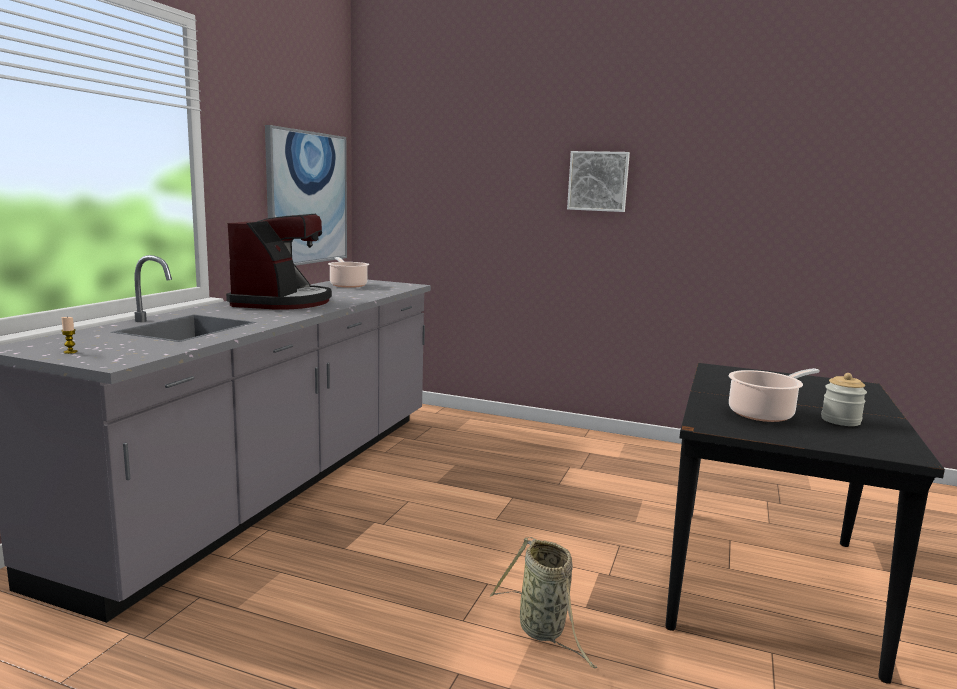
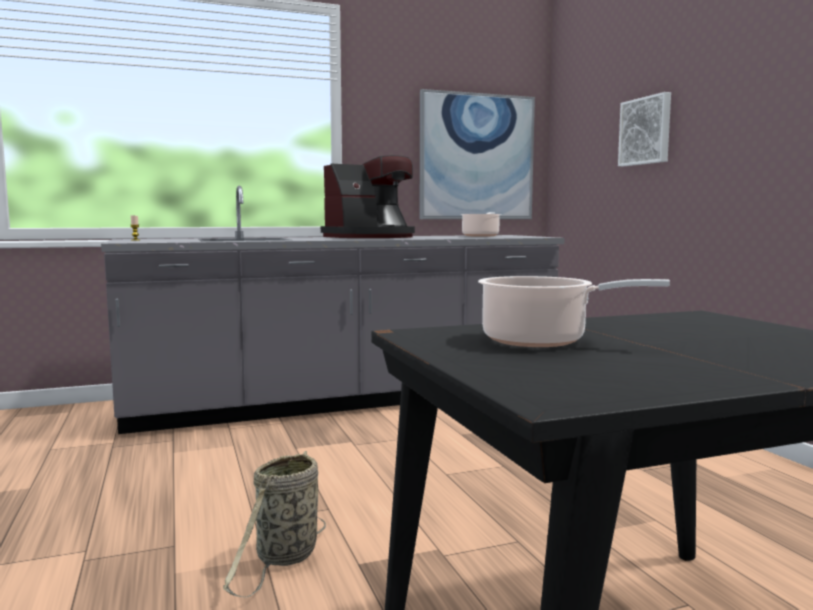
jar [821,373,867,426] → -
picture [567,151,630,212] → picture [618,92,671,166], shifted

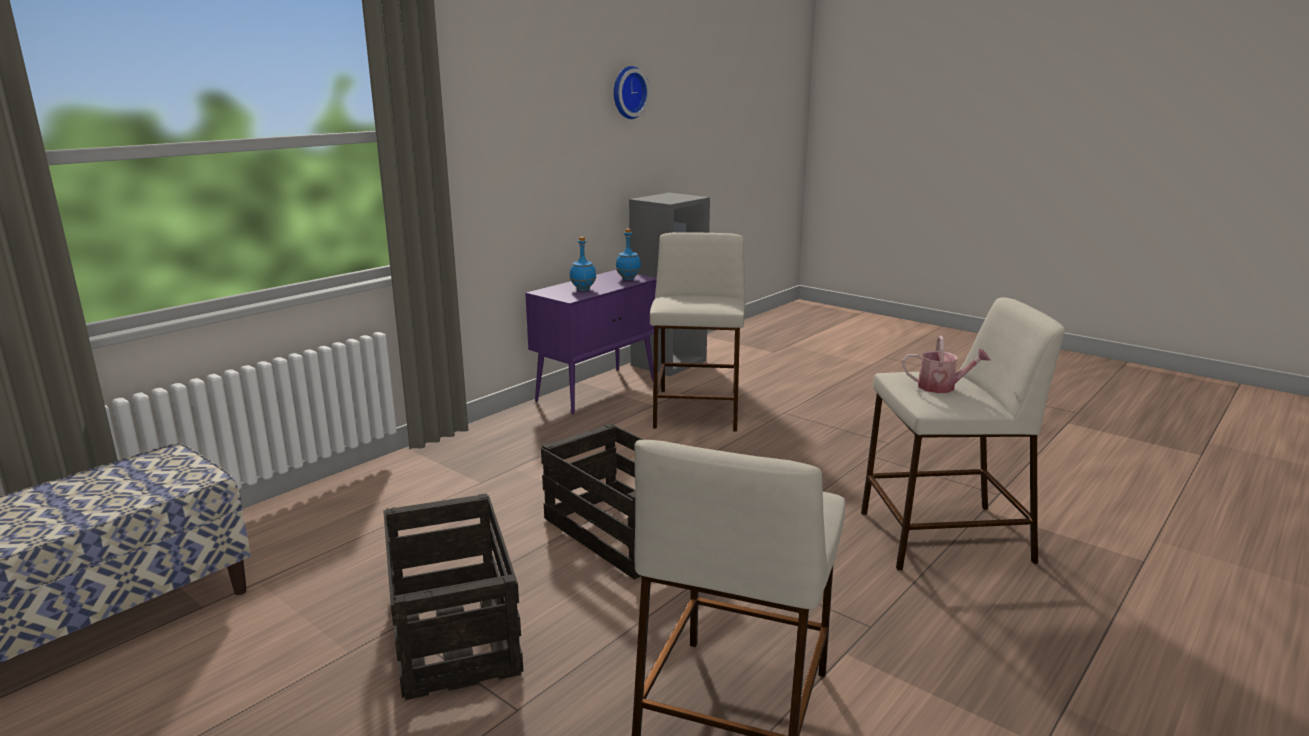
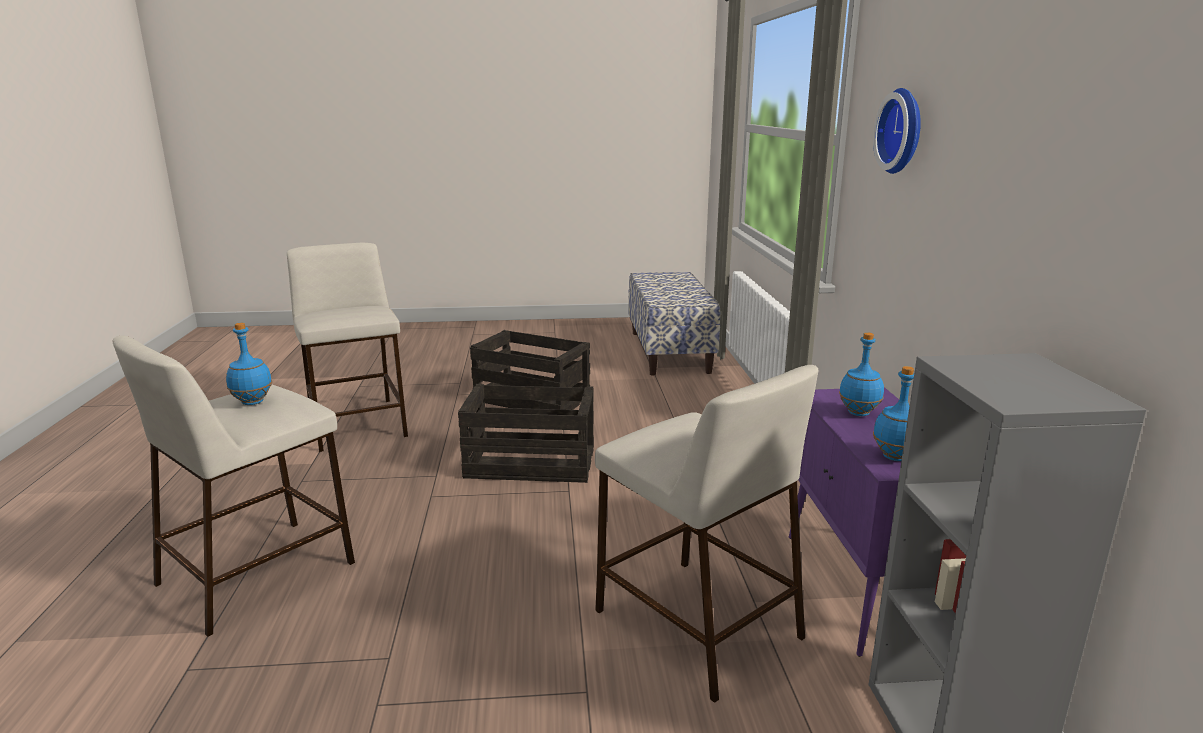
wall clock [614,66,650,119] → wall clock [873,88,921,174], shifted
watering can [902,336,991,393] → blue bottle [226,323,272,405]

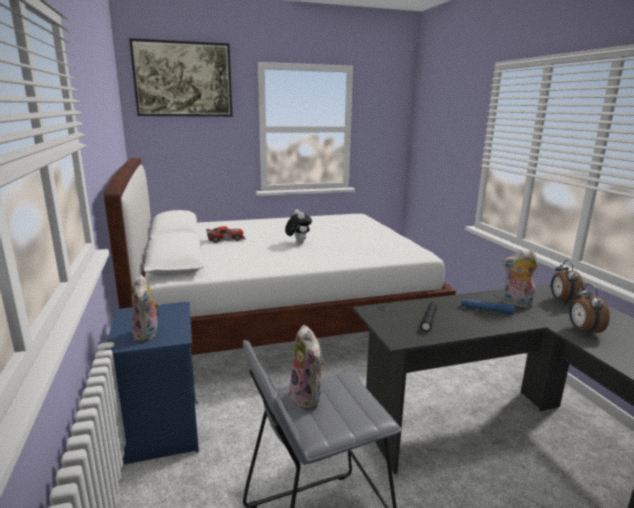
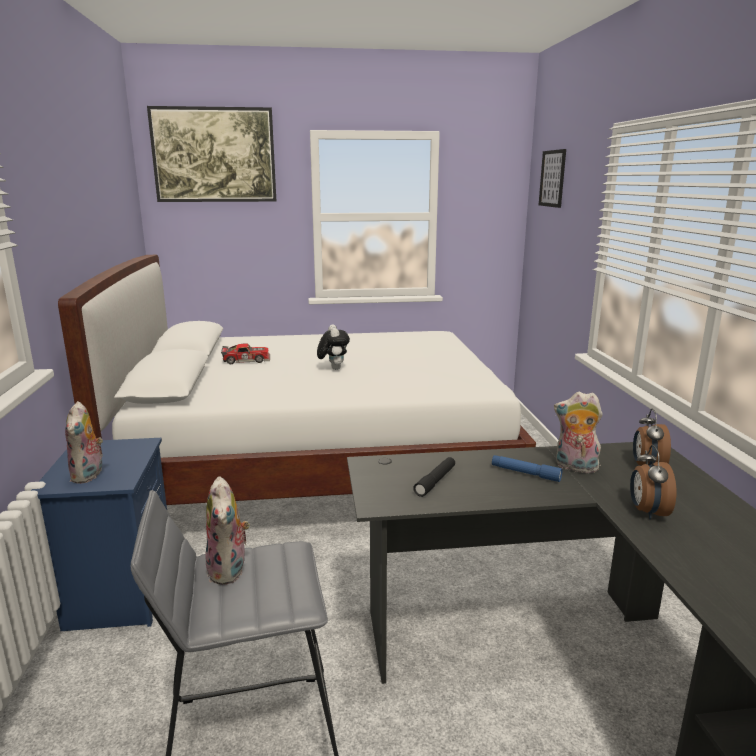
- → picture [539,149,566,208]

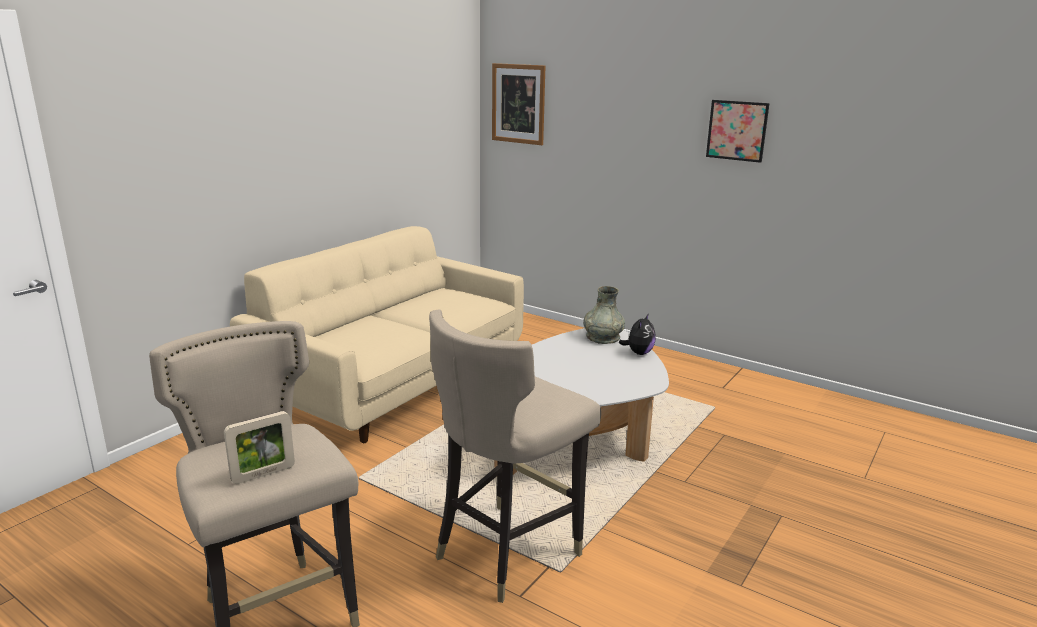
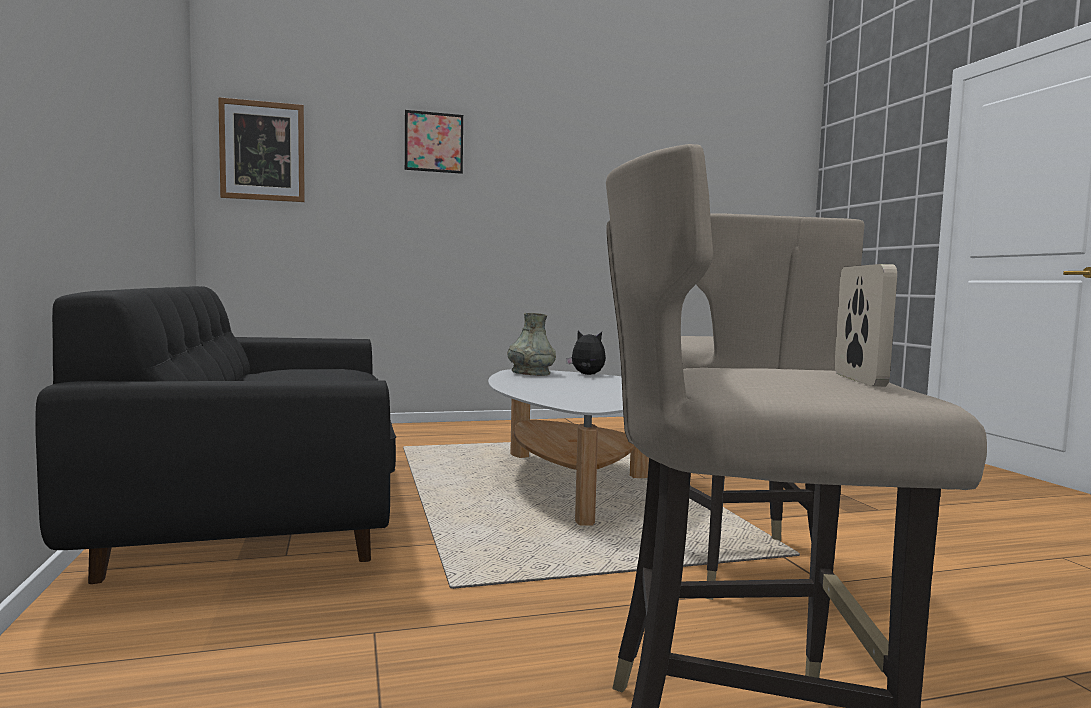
picture [706,100,770,163] → picture [405,110,463,174], shifted
beige sofa [230,226,524,443] → black sofa [35,286,396,584]
plush toy [619,313,656,355] → plush toy [566,331,606,375], 45 degrees counterclockwise

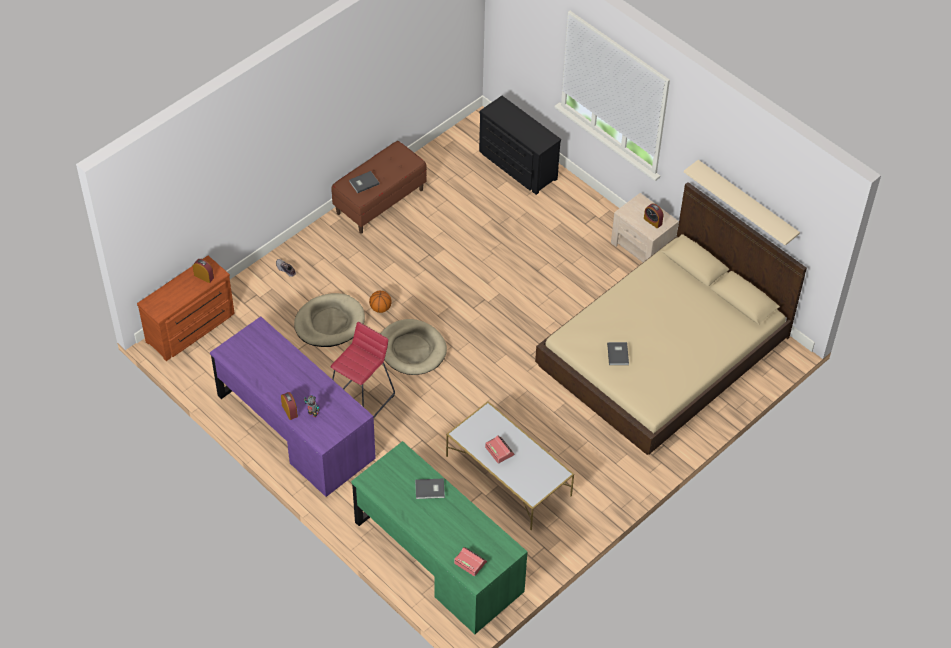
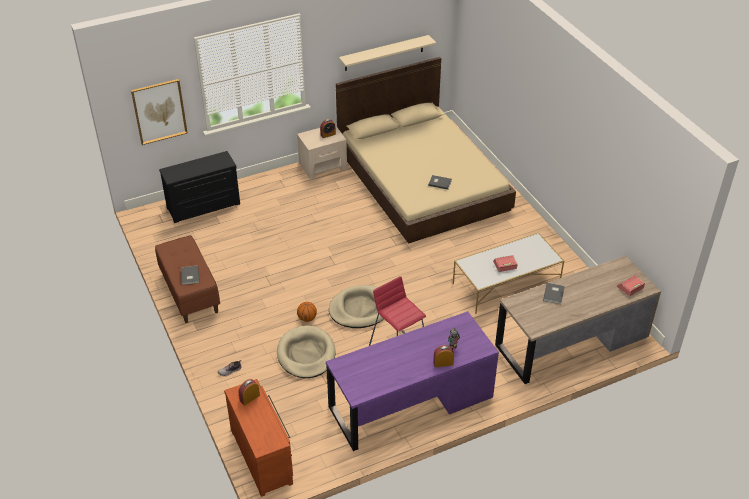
- → picture [131,79,188,145]
green desk [351,441,527,634] → brown desk [495,255,661,384]

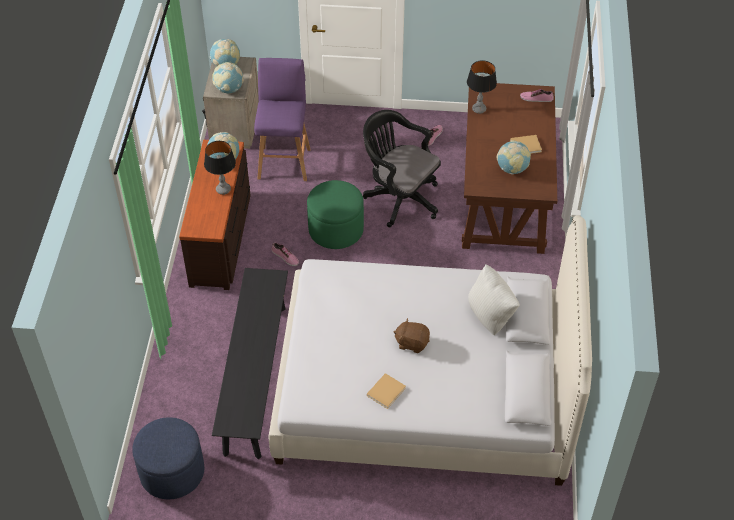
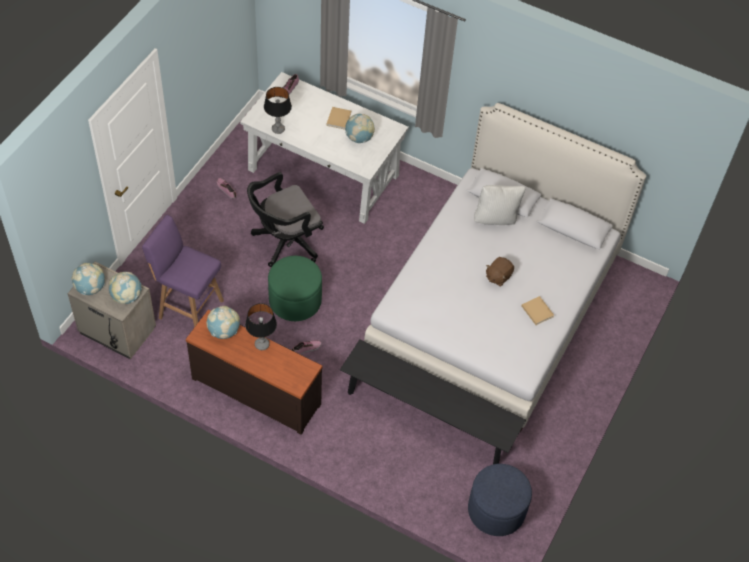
brown desk [462,83,557,254] → white desk [240,72,409,224]

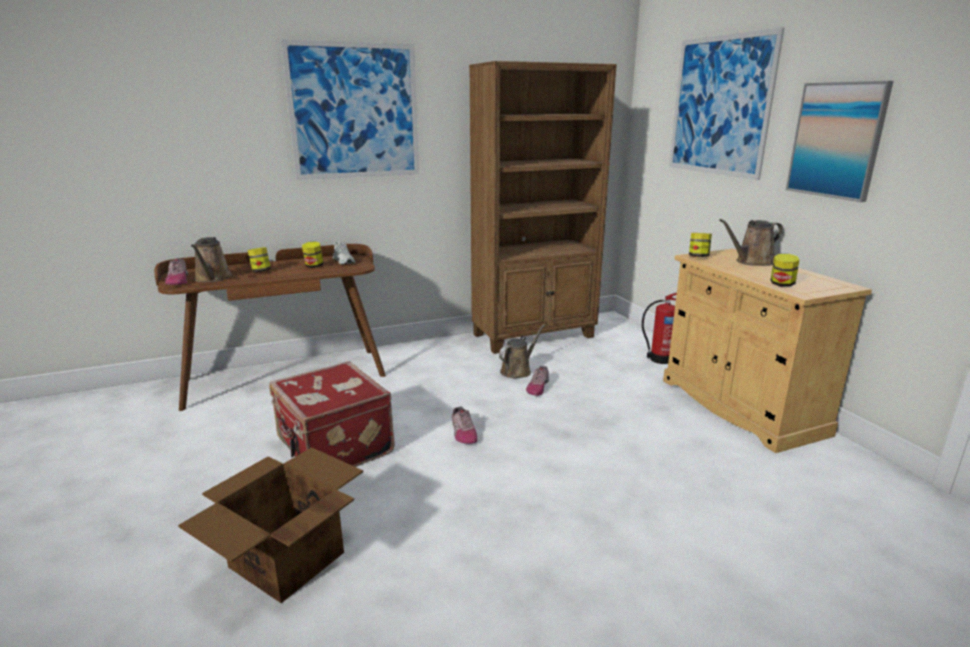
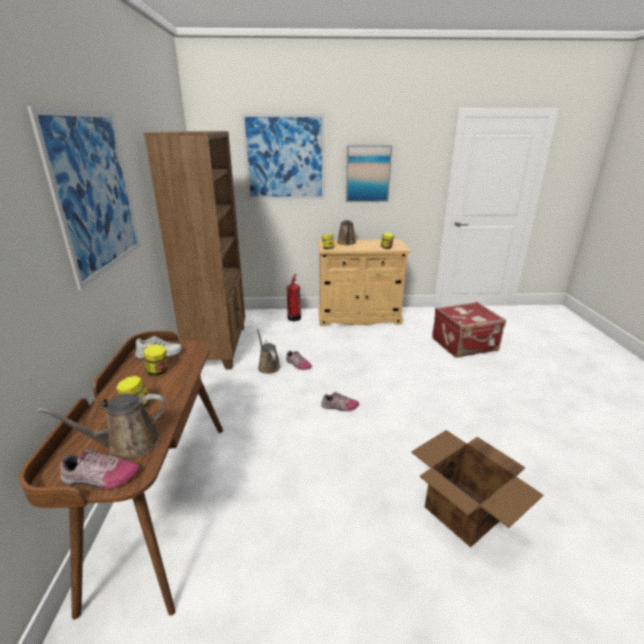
red suitcase [269,361,395,467] → red suitcase [432,302,506,358], shifted
brown watering can [191,237,232,283] → brown watering can [37,394,165,459], 150 degrees clockwise

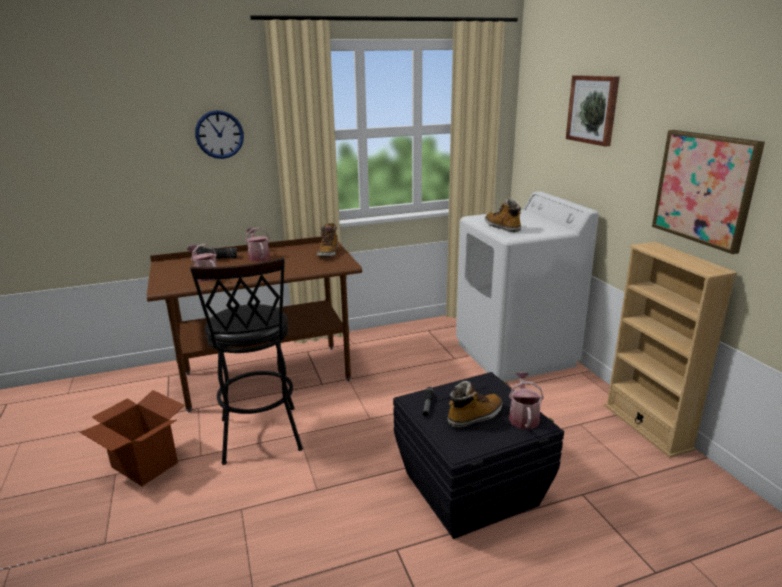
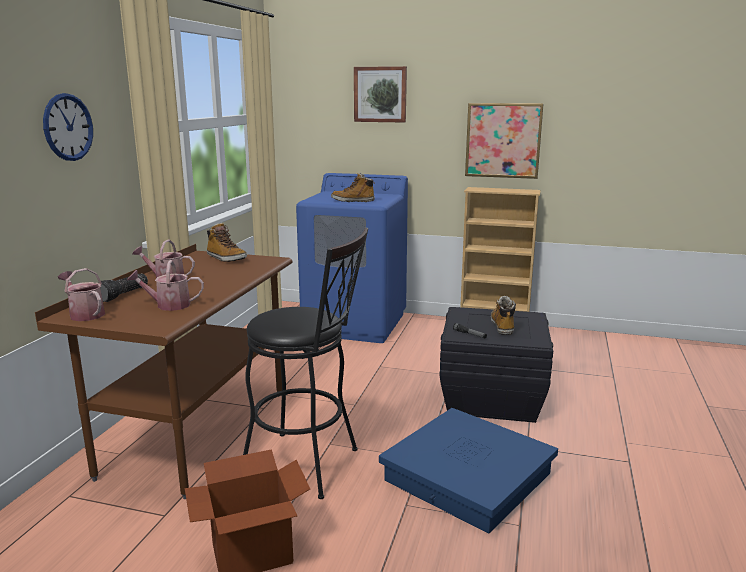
- → blue storage box [379,408,558,534]
watering can [509,372,544,429] → watering can [58,268,105,321], shifted
white washing machine [456,191,599,382] → blue washing machine [296,173,408,343]

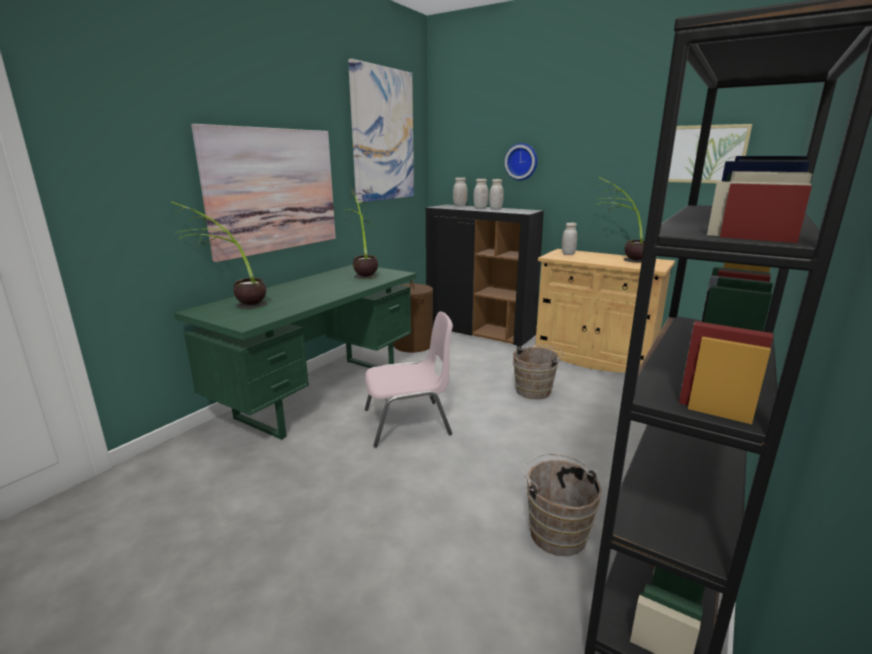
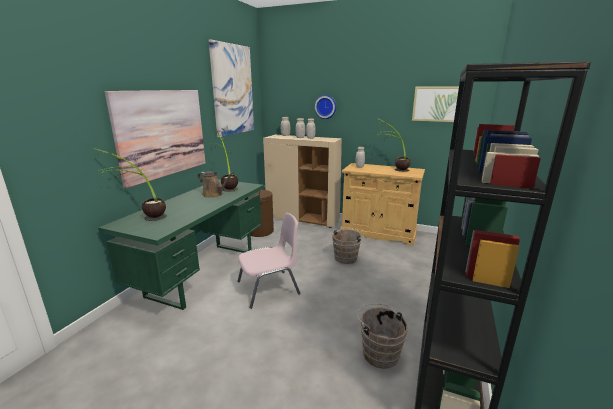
- → brown watering can [198,171,234,198]
black cabinet [426,205,544,347] → beige cabinet [263,135,342,228]

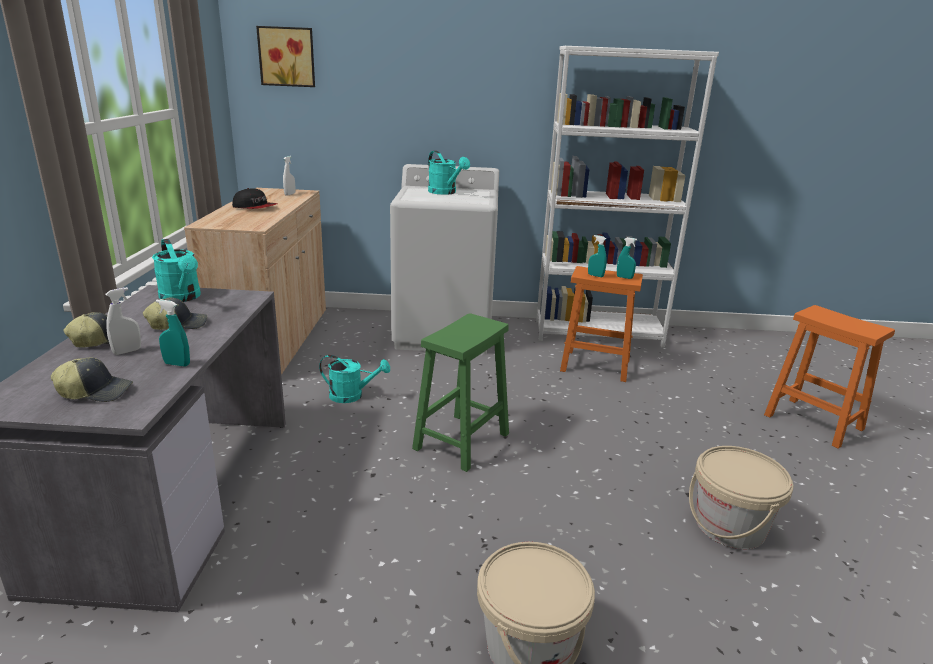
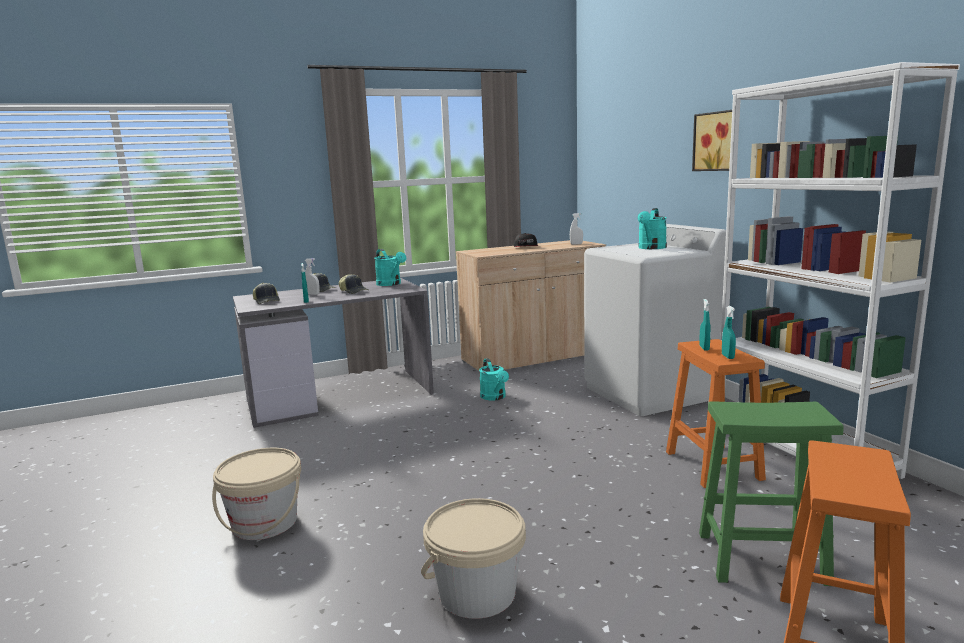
picture [256,26,315,87] → picture [692,110,732,171], shifted
green stool [412,313,509,472] → green stool [699,401,844,586], shifted
turquoise watering can [152,239,201,302] → turquoise watering can [374,249,406,286], 60 degrees counterclockwise

